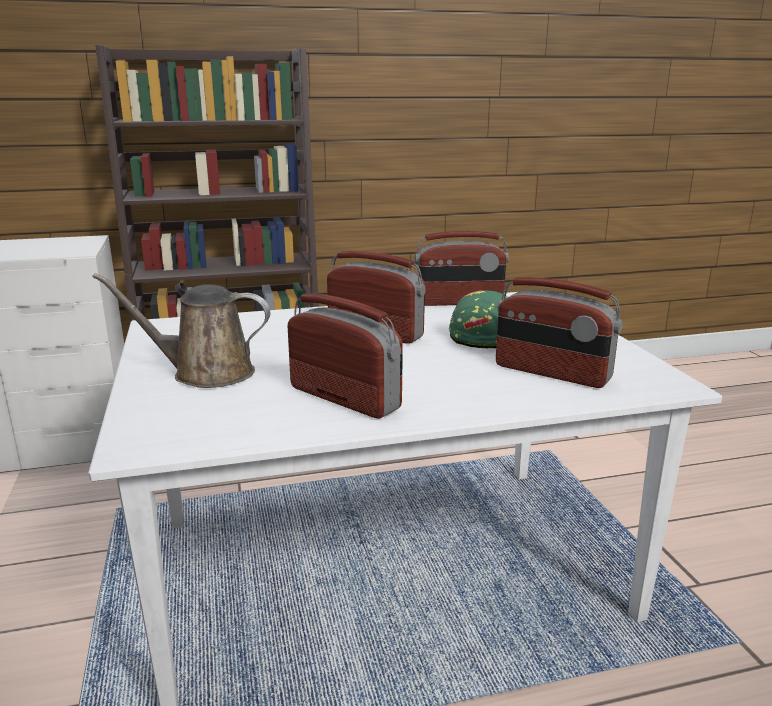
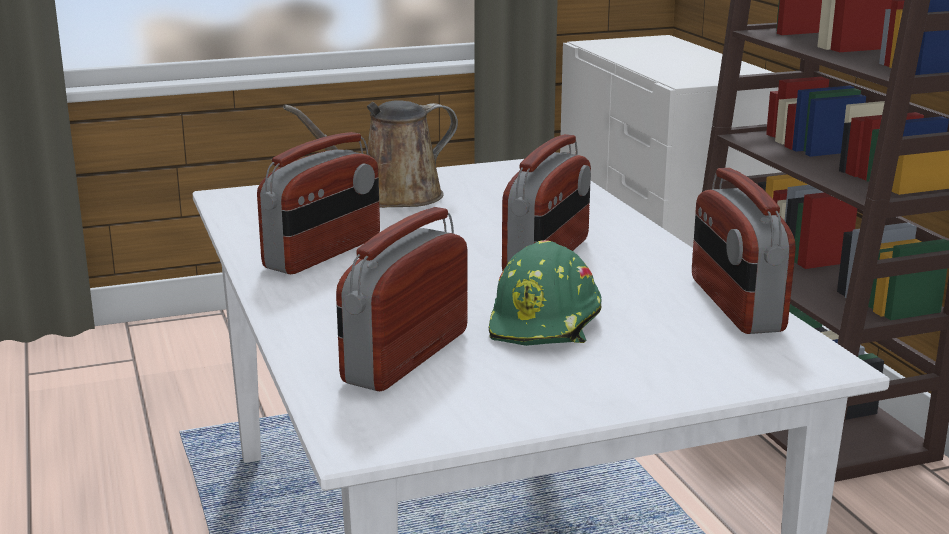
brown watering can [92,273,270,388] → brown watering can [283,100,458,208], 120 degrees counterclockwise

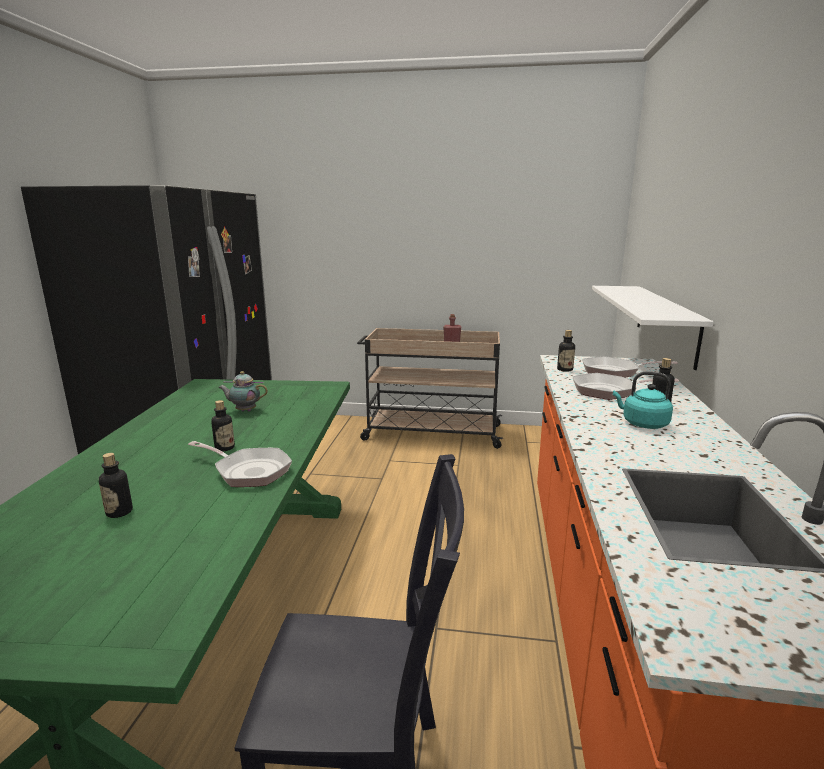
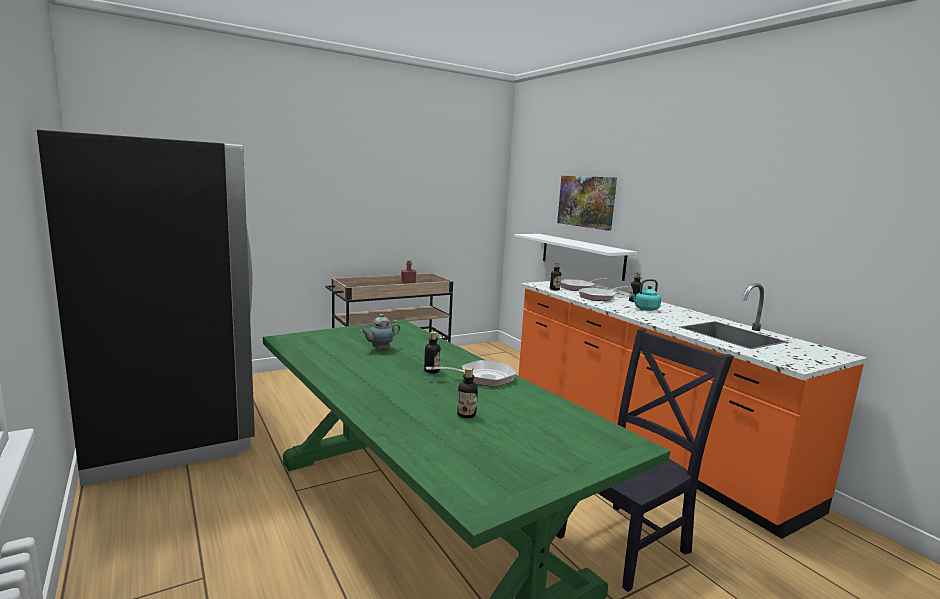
- → picture [557,176,617,231]

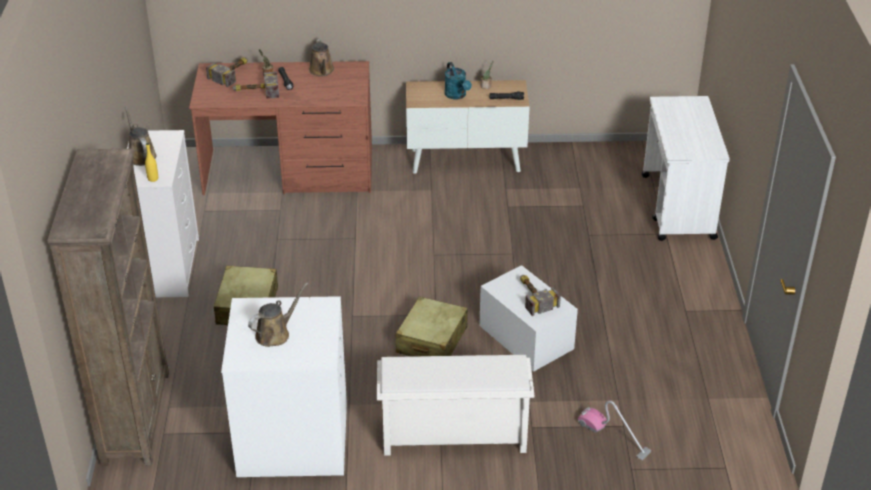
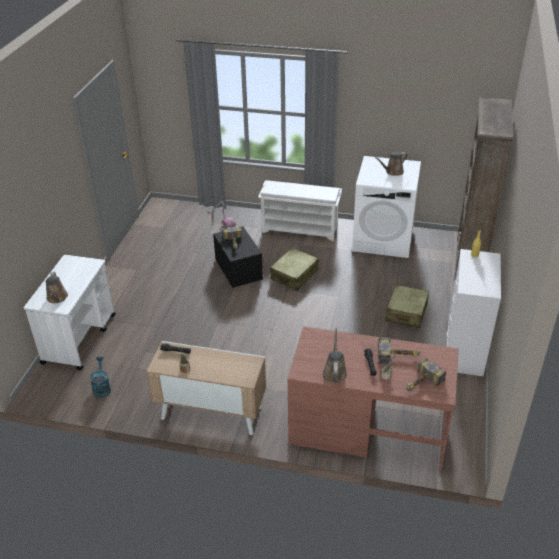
brown watering can [125,106,157,166] → brown watering can [46,272,68,303], shifted
turquoise watering can [445,62,472,99] → turquoise watering can [90,356,111,398], shifted
white storage box [479,265,578,372] → black storage box [213,226,263,288]

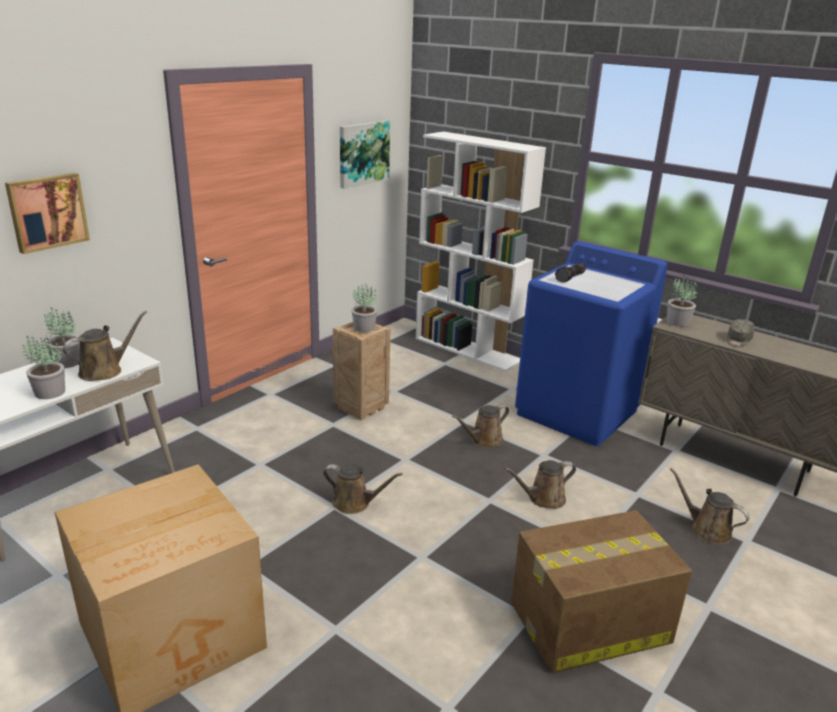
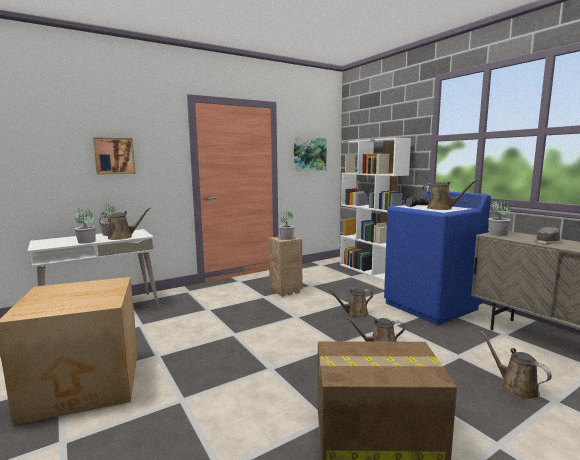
brown watering can [323,464,403,514] → brown watering can [422,179,478,210], shifted

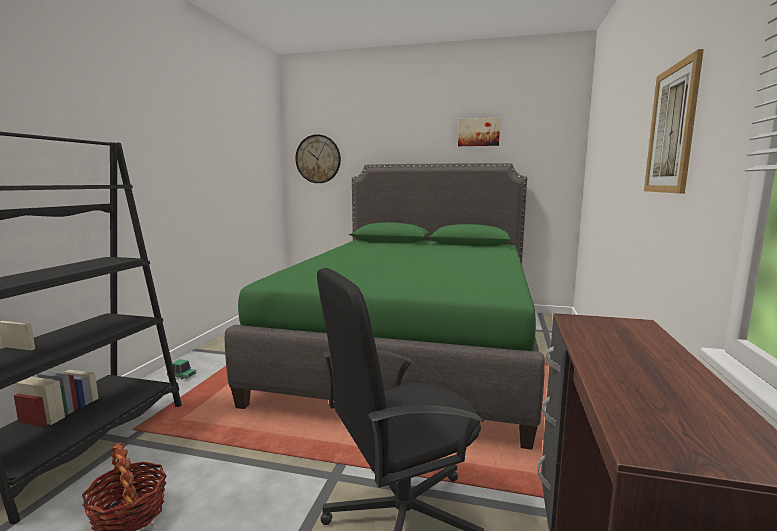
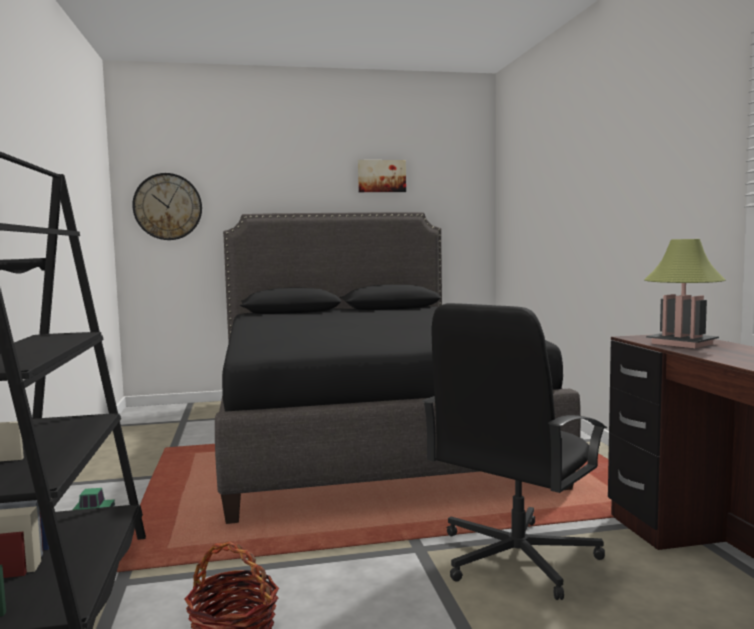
picture [644,49,704,194] → -
- → table lamp [644,239,726,348]
green bed [225,163,545,450] → black bed [215,212,581,524]

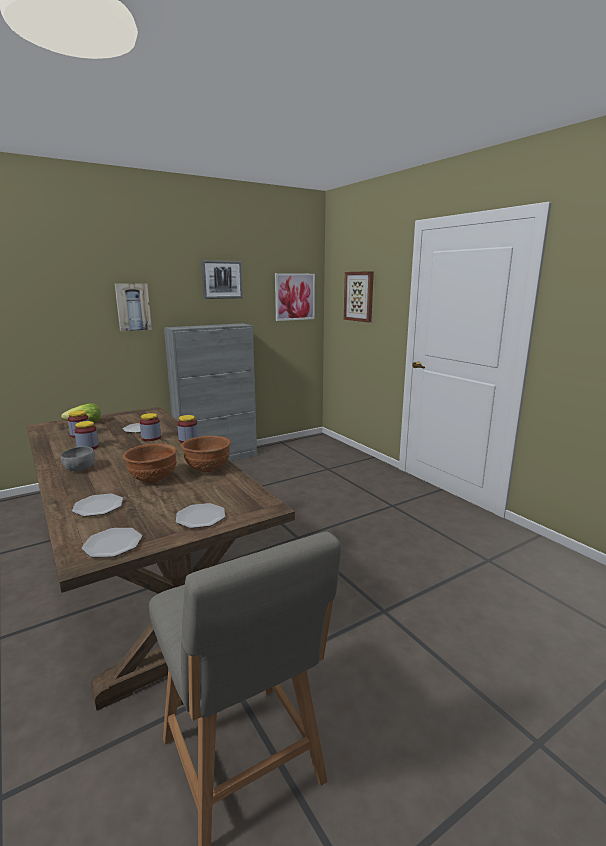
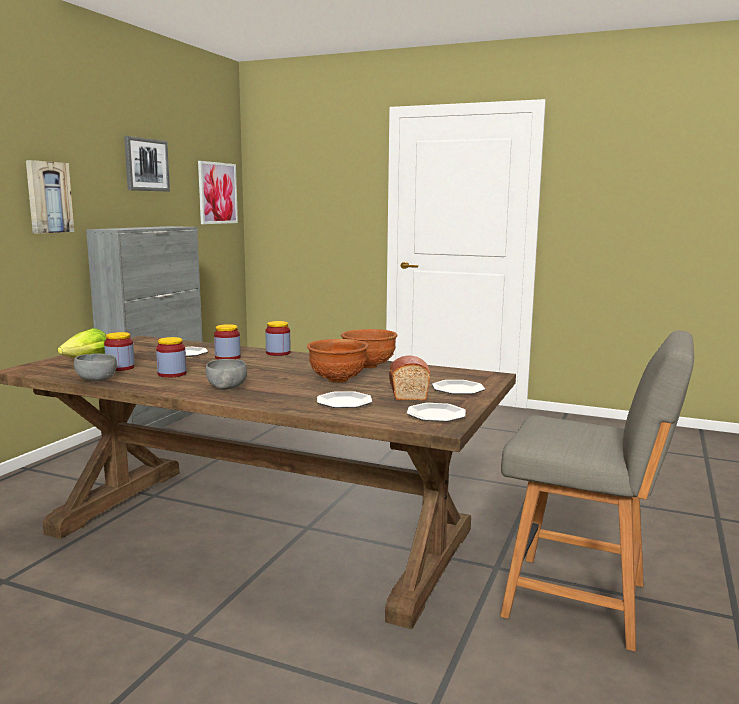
picture [344,271,374,322] → -
- → grey bowl [74,354,117,381]
- → bread [389,356,430,401]

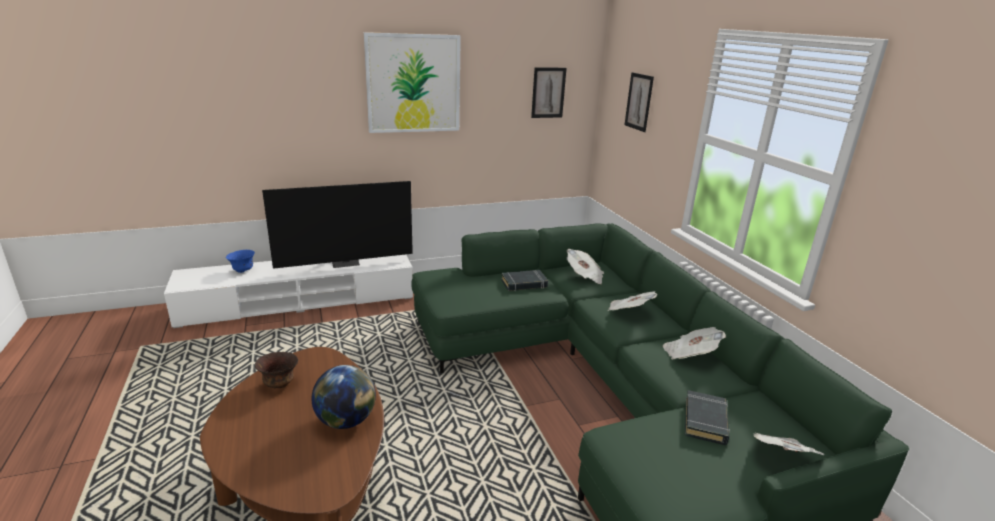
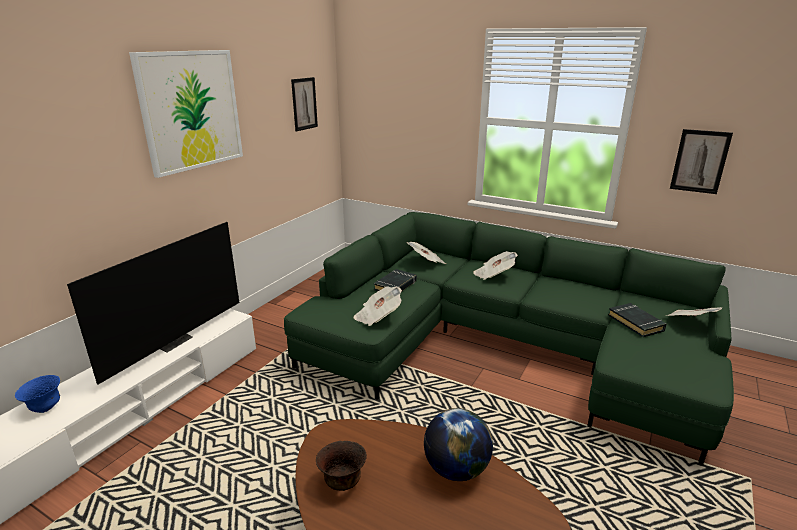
picture [624,72,654,132] → picture [670,129,733,194], shifted
newspaper [663,327,726,360] → newspaper [354,286,402,326], shifted

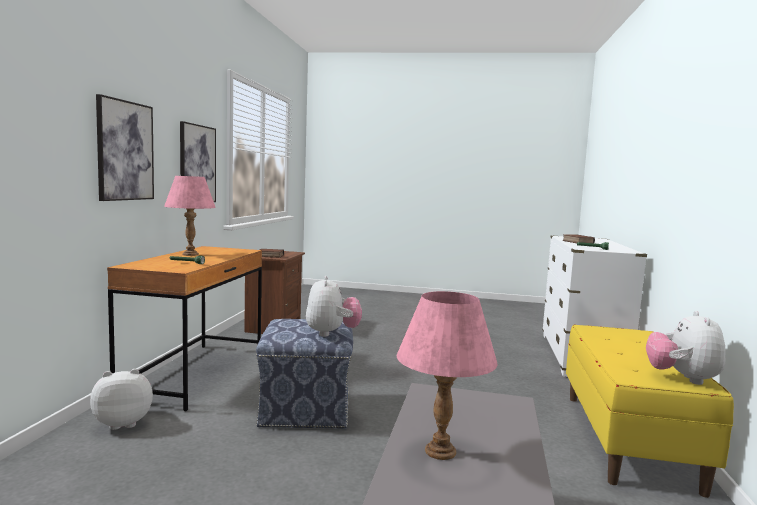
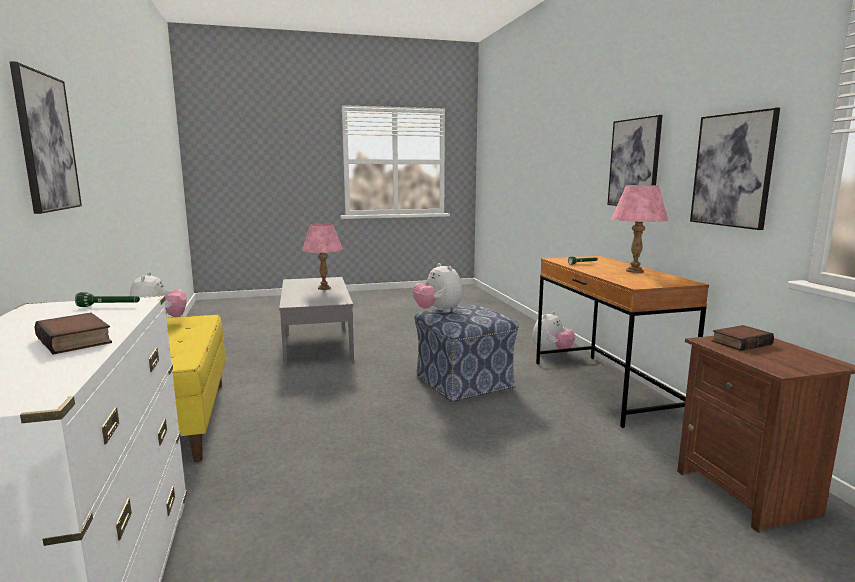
- → picture [10,61,82,214]

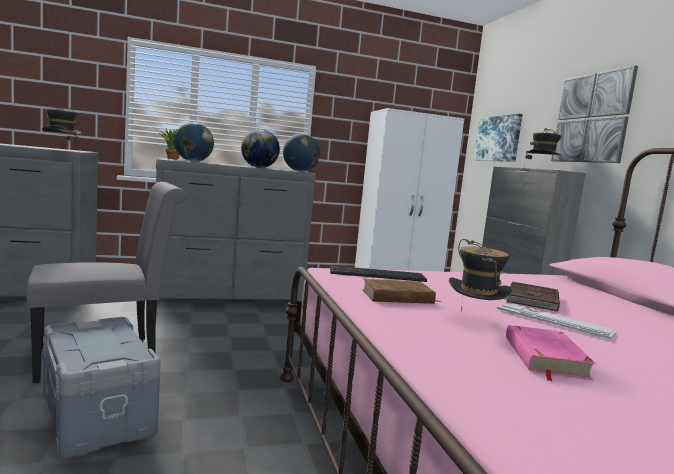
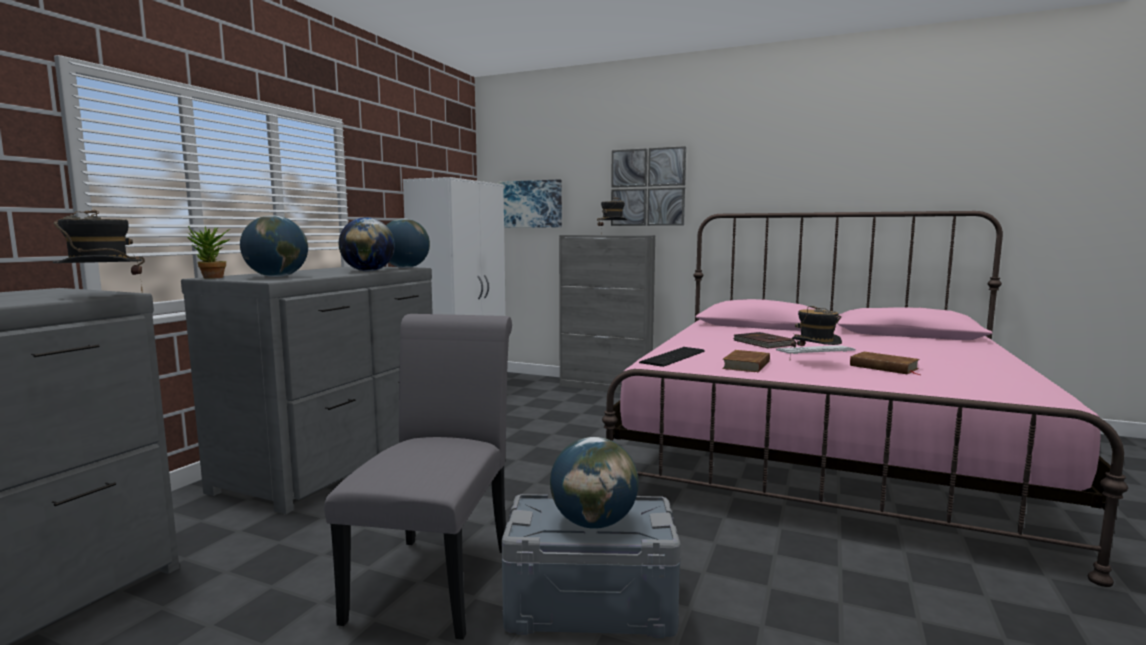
- → globe [550,437,639,529]
pink book [506,325,596,382] → brown book [850,352,920,375]

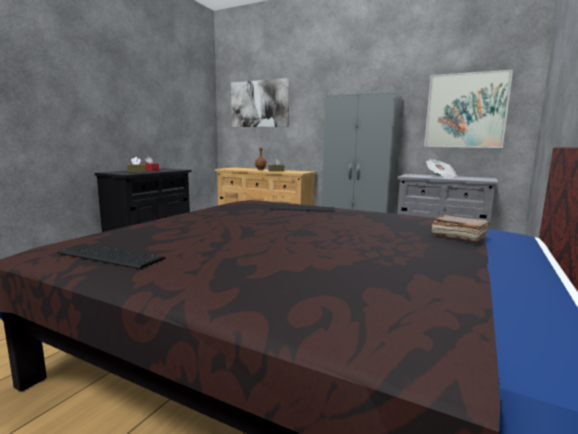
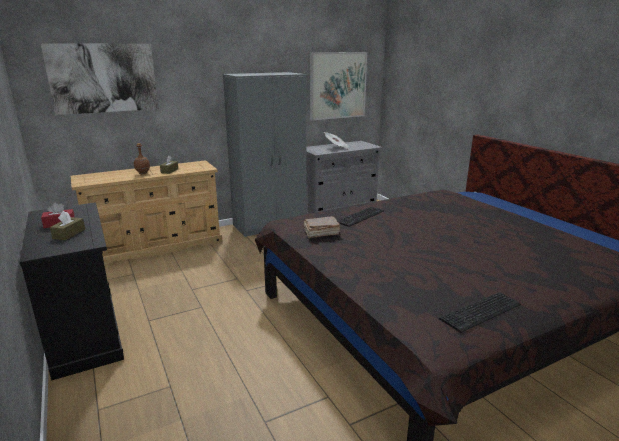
brown book [432,215,490,241] → brown book [303,216,340,238], shifted

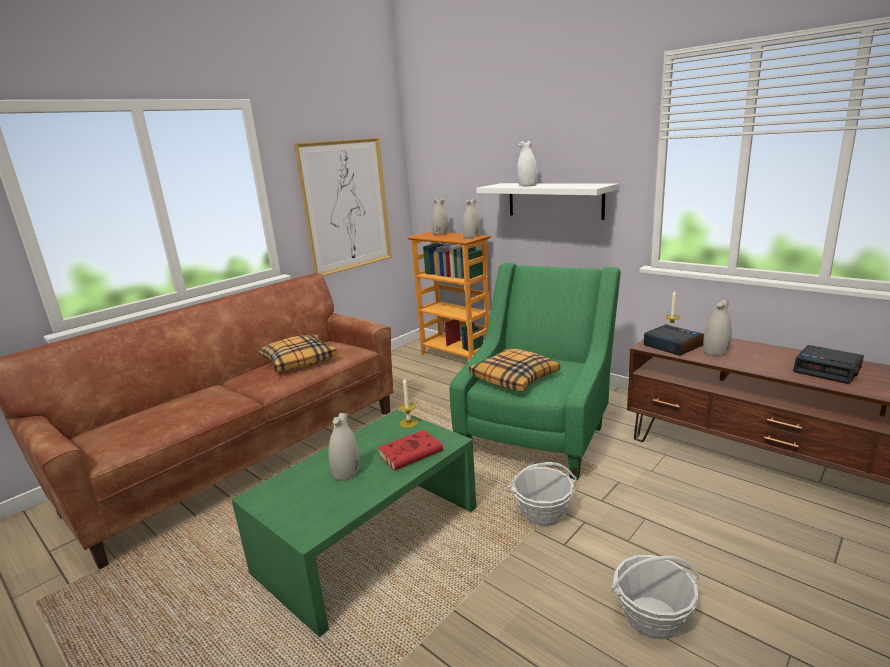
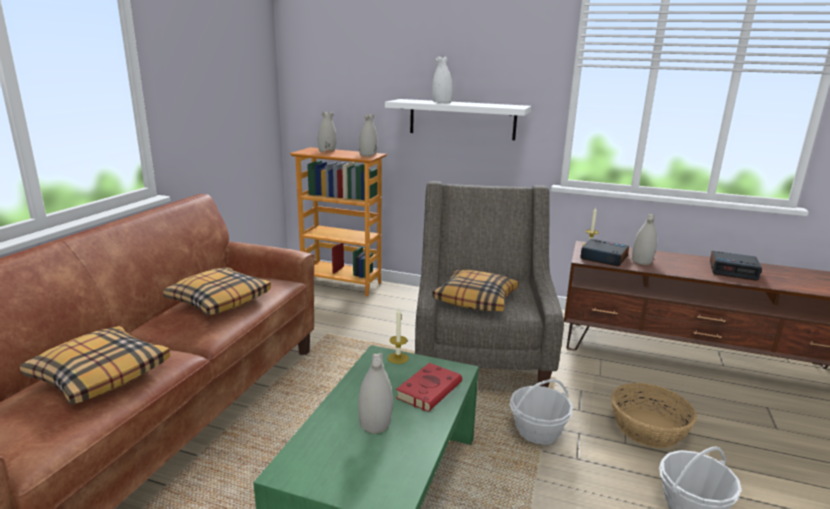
picture [294,138,392,276] → -
- → pillow [20,326,170,405]
- → basket [611,383,697,448]
green armchair [450,263,621,480] → grey armchair [415,181,564,387]

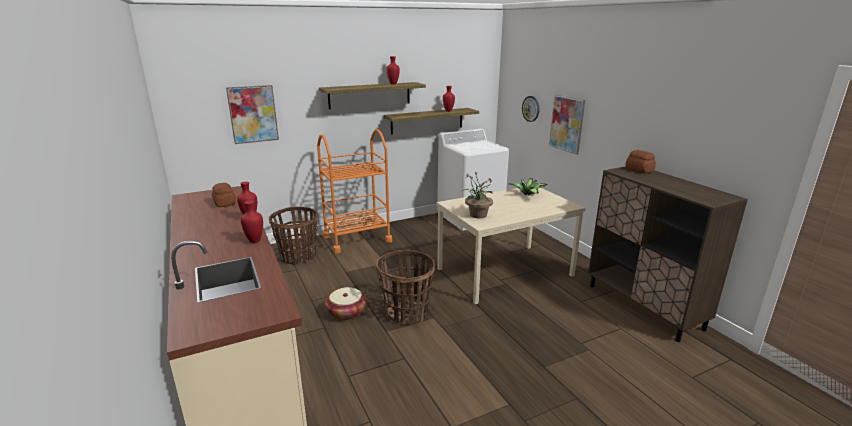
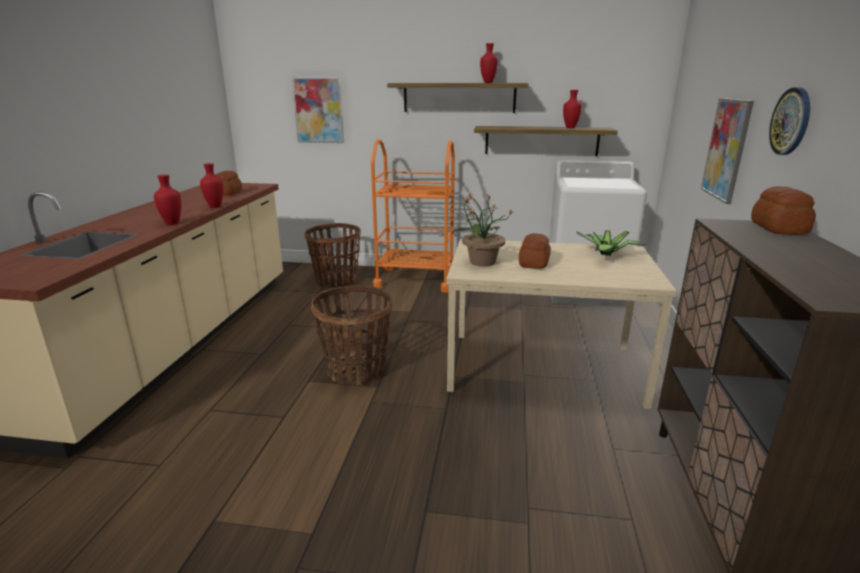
basket [325,287,367,320] → -
- → bread [519,233,551,269]
wall clock [522,96,539,122] → wall clock [769,87,810,155], shifted

